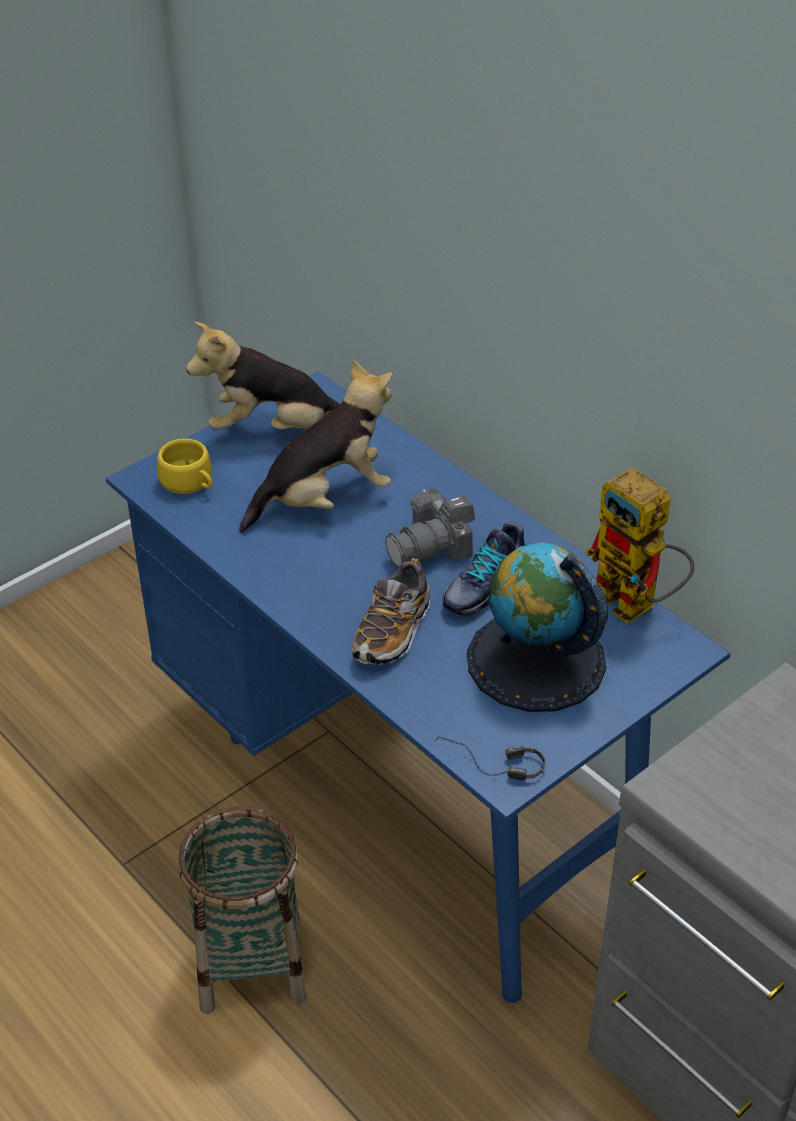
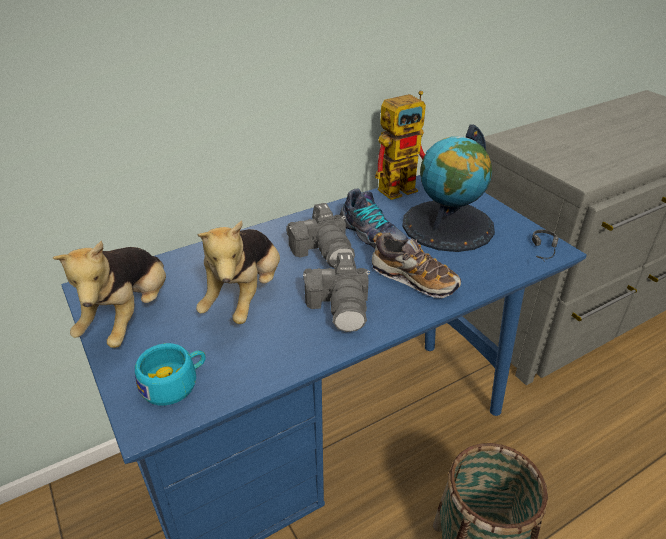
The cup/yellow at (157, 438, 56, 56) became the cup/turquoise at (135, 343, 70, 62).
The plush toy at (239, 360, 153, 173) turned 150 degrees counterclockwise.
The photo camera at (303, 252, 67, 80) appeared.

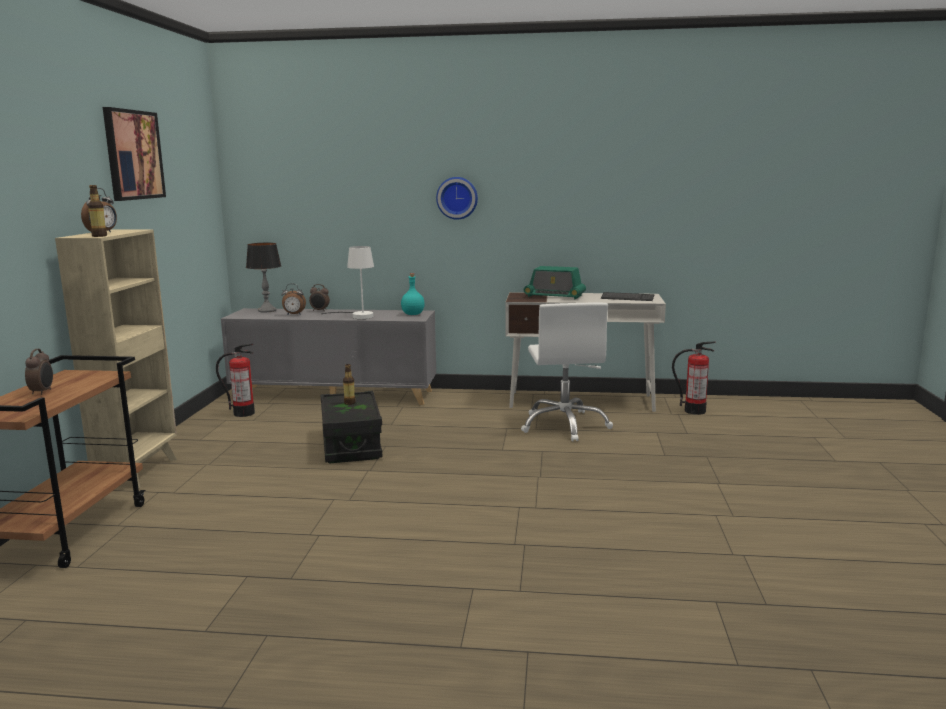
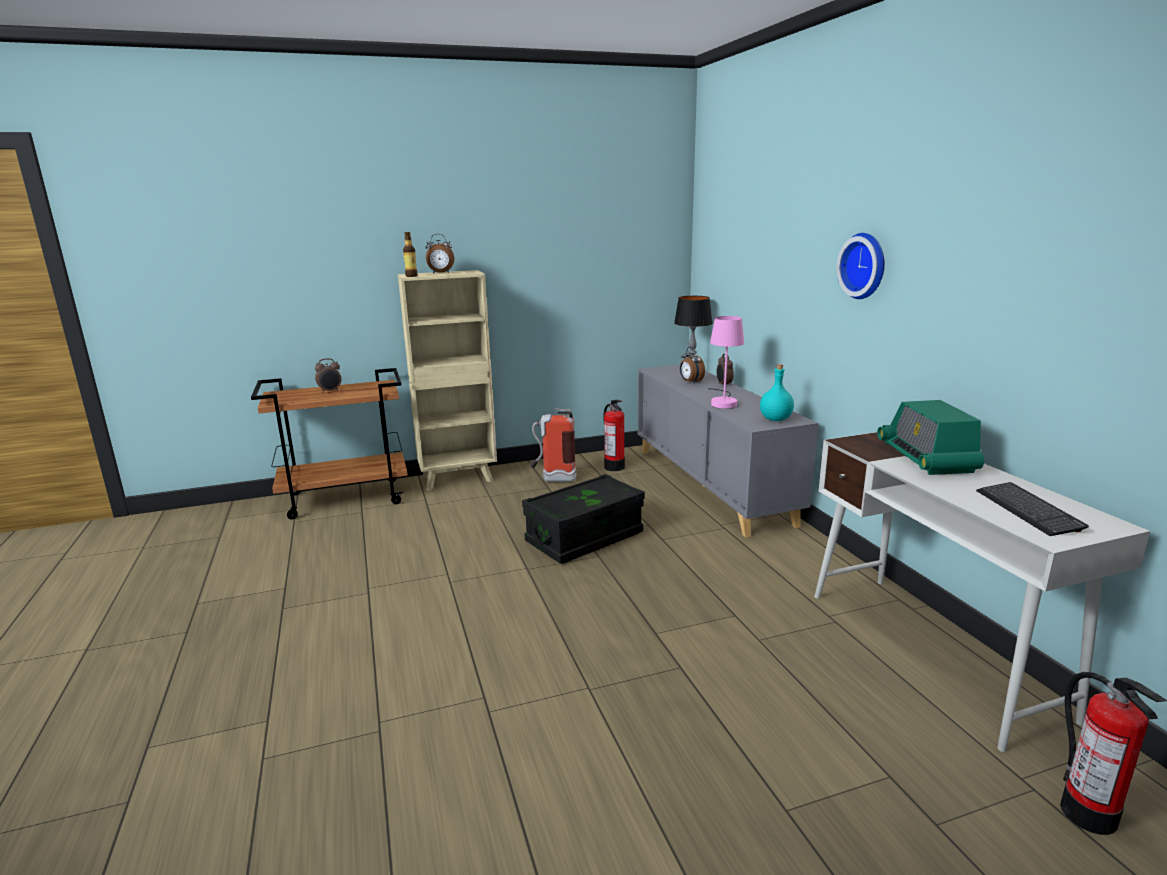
The picture at (103, 107, 63, 94) disappeared.
The table lamp/white at (321, 246, 53, 73) became the table lamp/pink at (708, 316, 36, 93).
The bottle at (343, 364, 12, 41) disappeared.
The office chair/white at (521, 303, 92, 139) disappeared.
The fire extinguisher at (529, 408, 47, 74) appeared.

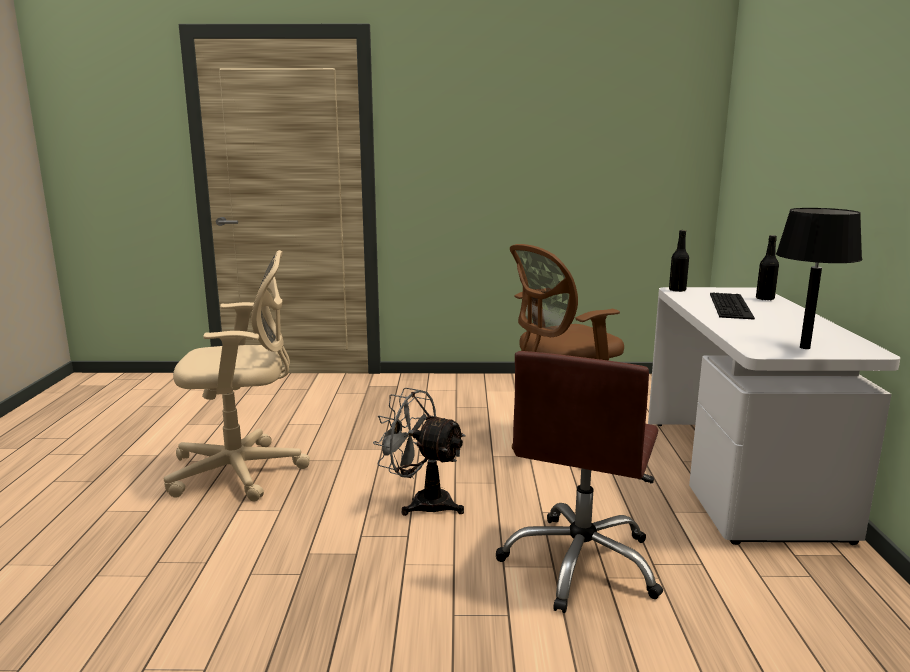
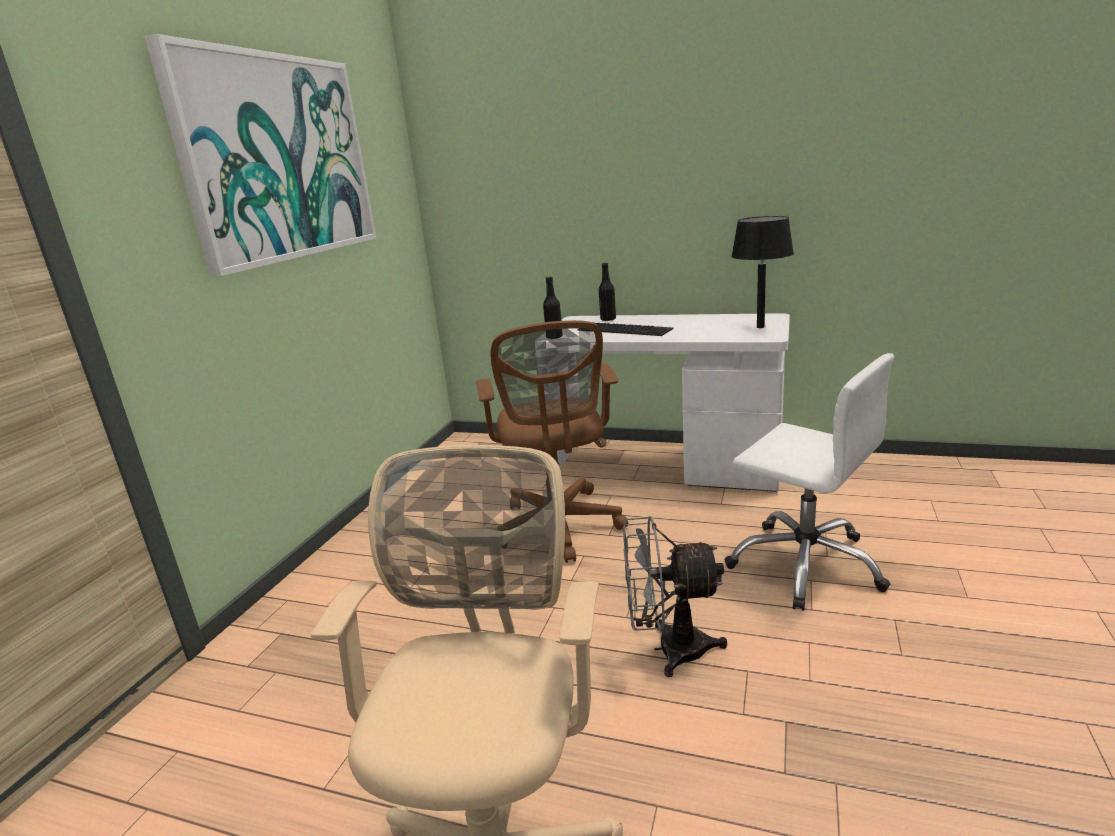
The fan/grey at (373, 388, 93, 128) turned 45 degrees clockwise.
The office chair/brown at (496, 351, 167, 262) became the office chair/white at (725, 353, 169, 258).
The picture at (145, 34, 231, 243) appeared.

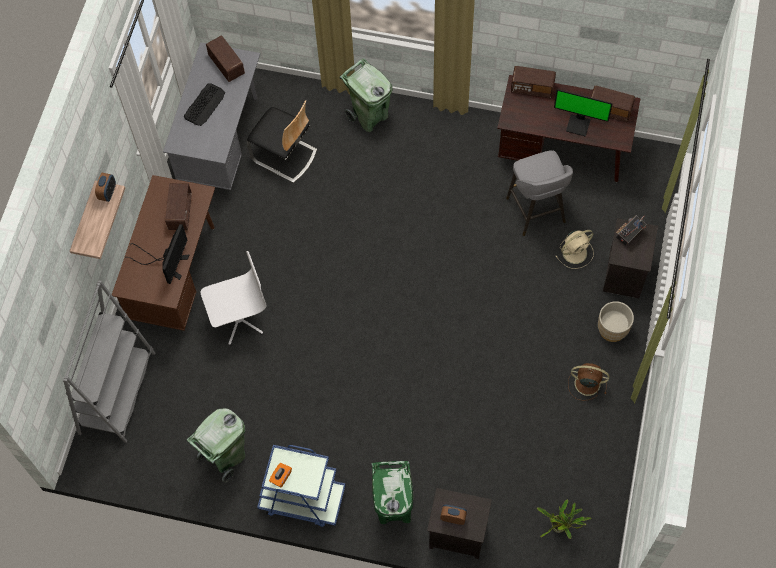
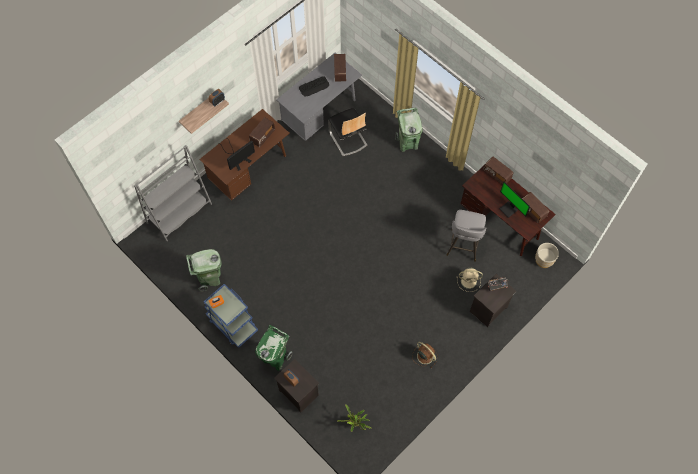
The office chair/white at (201, 251, 66, 95) disappeared.
The planter/beige moved from (598, 301, 36, 41) to (535, 243, 24, 25).

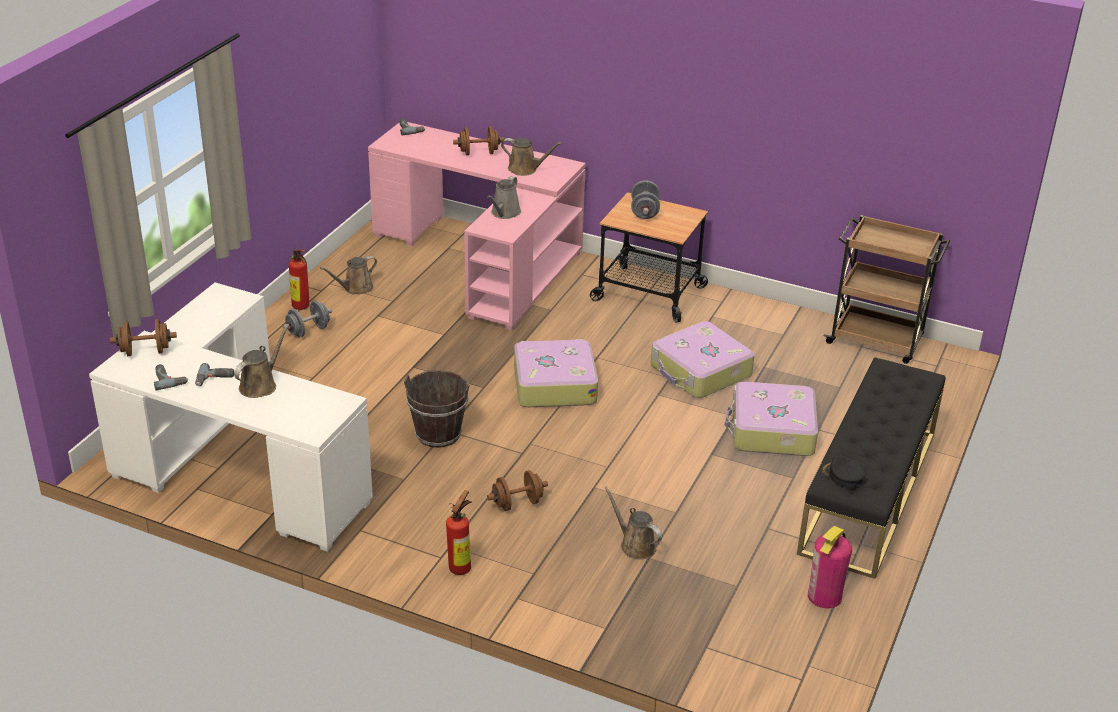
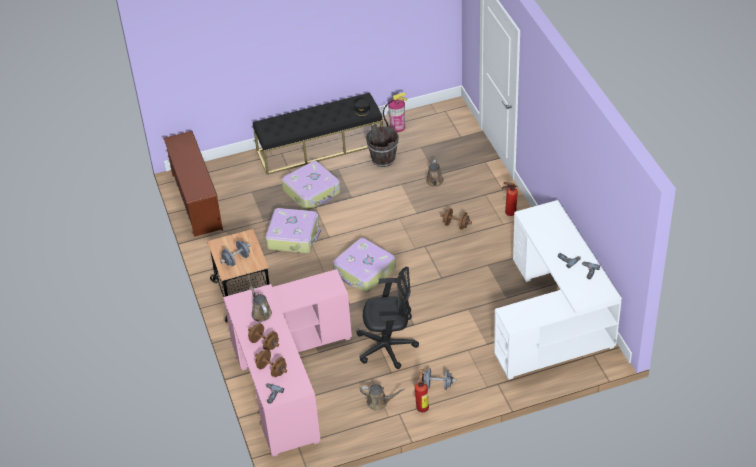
The dumbbell/brown moved from (110, 319, 67, 37) to (255, 349, 32, 28).
The watering can/brown at (234, 325, 55, 73) disappeared.
The bucket/brown moved from (404, 370, 66, 78) to (366, 124, 33, 43).
The watering can/grey at (487, 176, 34, 43) disappeared.
The cart/brown at (823, 215, 127, 149) was replaced by the shoe rack/brown at (163, 131, 60, 106).
The office chair/black at (357, 267, 62, 102) appeared.

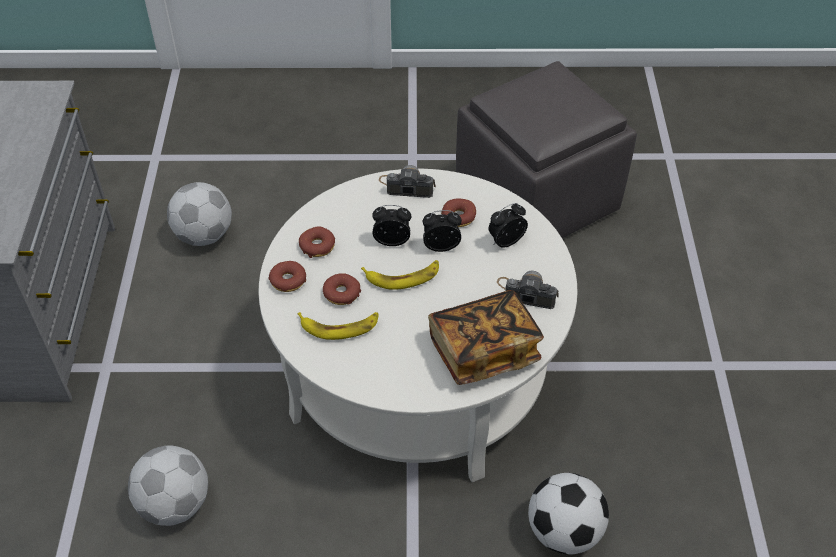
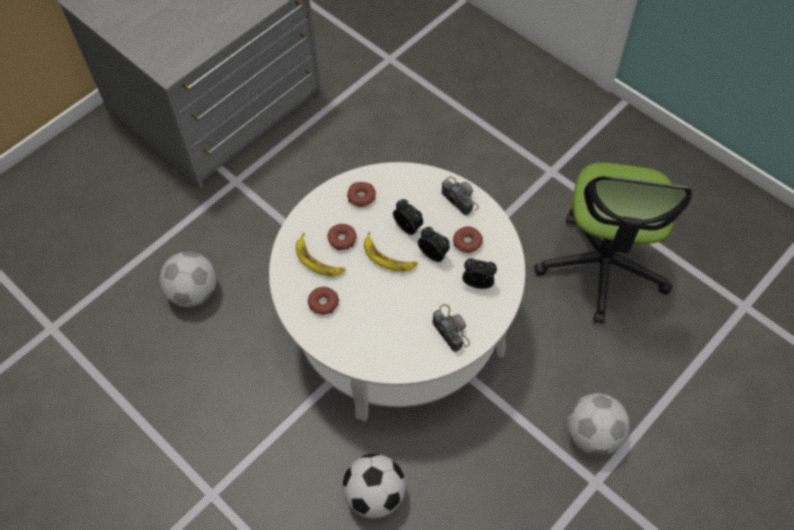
The football moved from (167, 182, 65, 64) to (567, 393, 63, 63).
The donut moved from (268, 261, 38, 31) to (308, 287, 31, 28).
The book at (428, 290, 116, 95) disappeared.
The ottoman/grey at (456, 61, 181, 177) was replaced by the office chair at (534, 162, 158, 162).

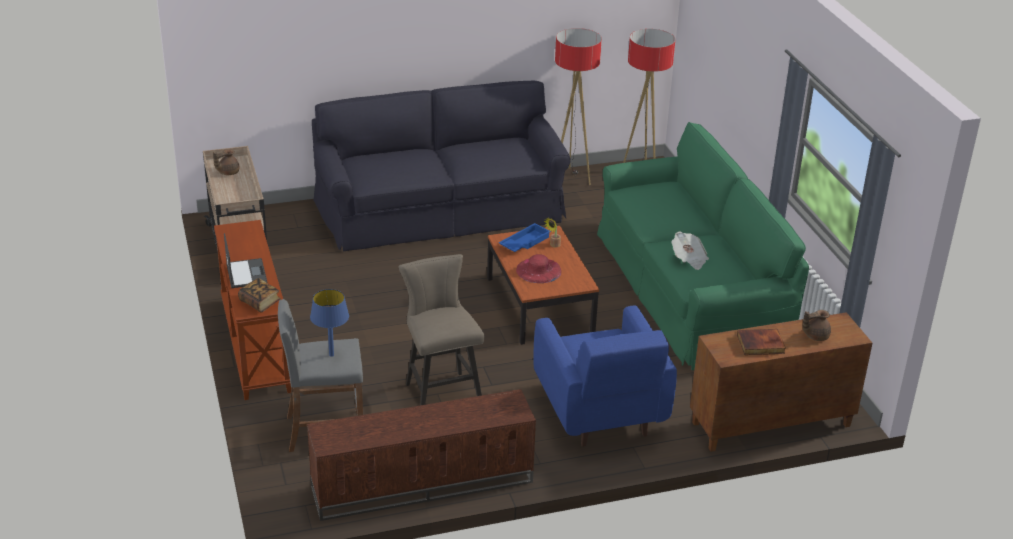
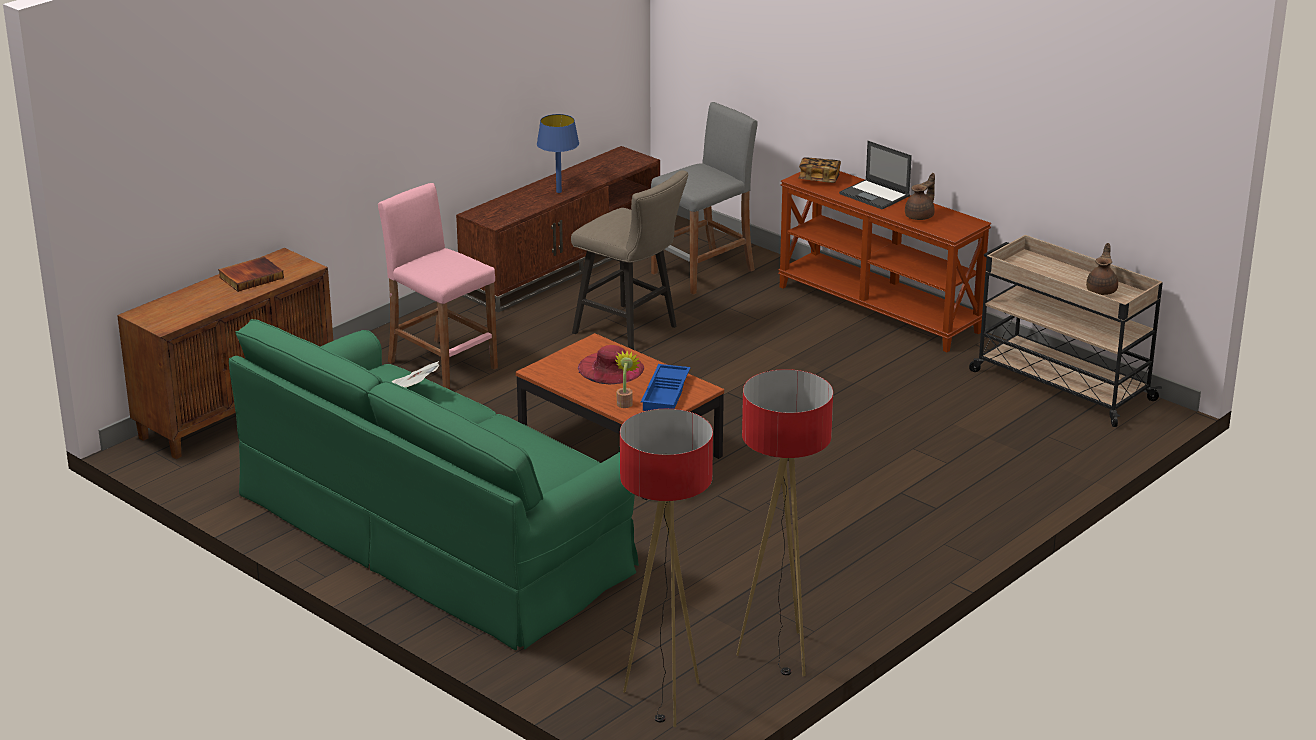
The table lamp/blue moved from (310, 289, 39, 68) to (537, 114, 42, 79).
The sofa/black at (312, 81, 259, 170) disappeared.
The armchair/blue at (534, 306, 143, 141) was replaced by the stool/pink at (378, 183, 120, 207).
The teapot/brown moved from (802, 310, 29, 31) to (905, 173, 30, 47).

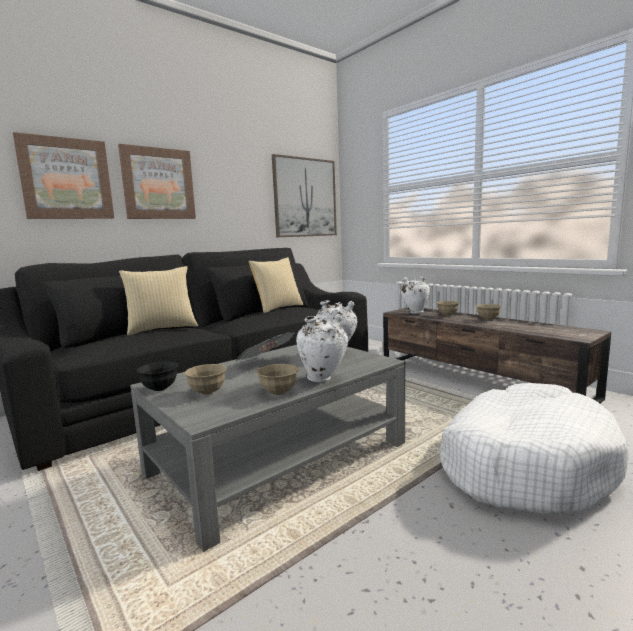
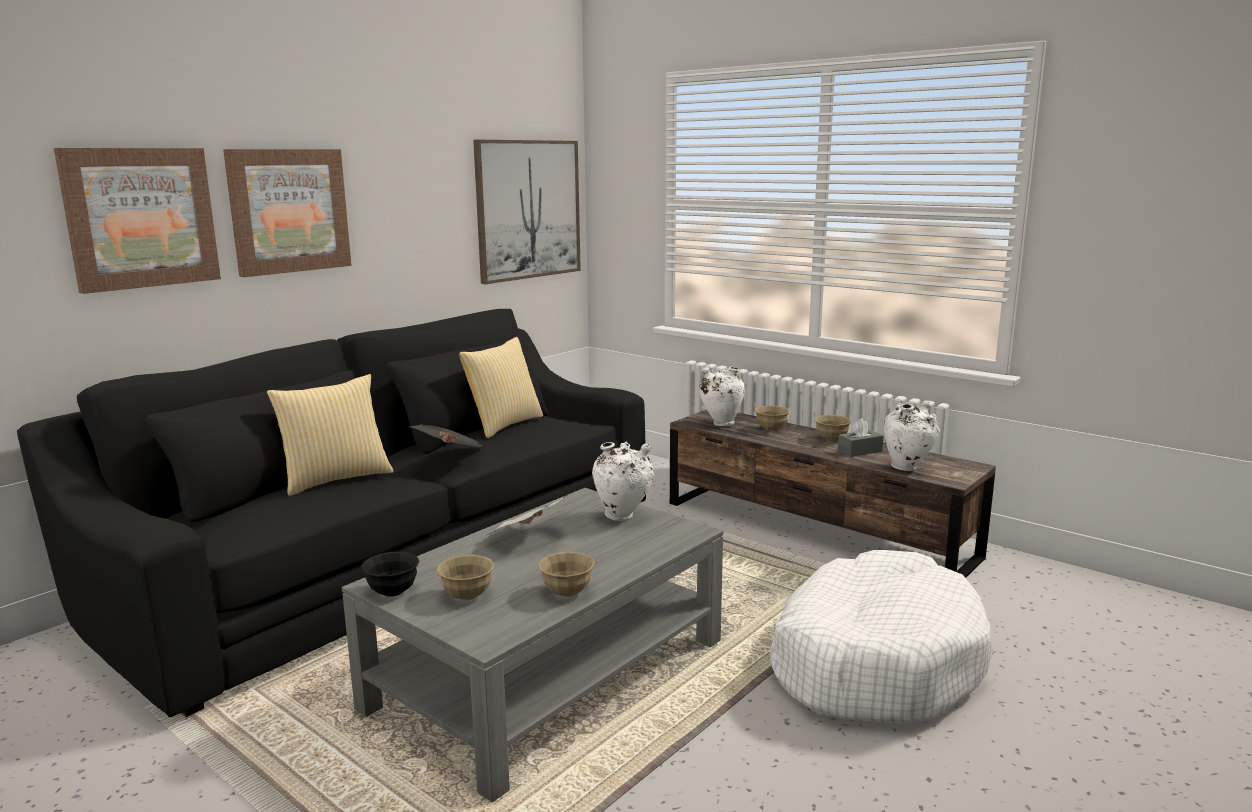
The vase/white moved from (296, 314, 52, 68) to (884, 400, 56, 71).
The newspaper at (409, 425, 74, 21) appeared.
The tissue box/grey at (838, 418, 46, 39) appeared.

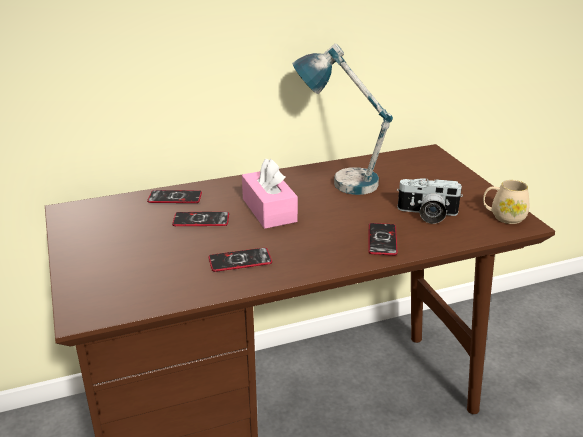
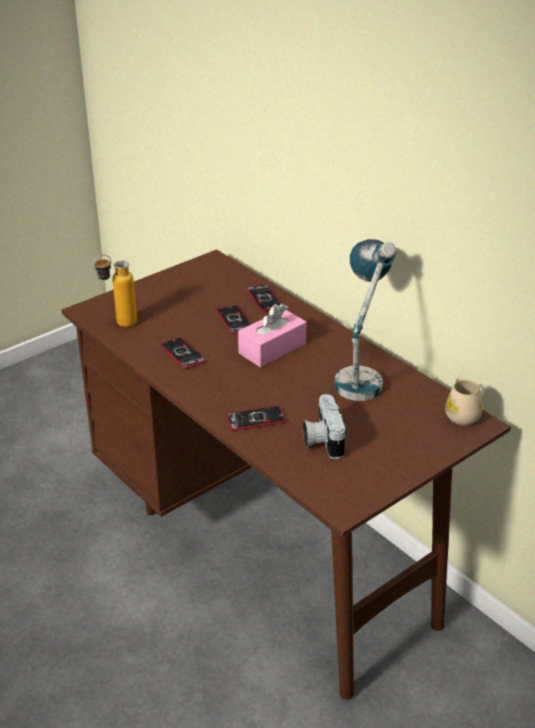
The mug/beige moved from (483, 180, 46, 44) to (445, 378, 38, 48).
The bottle at (94, 254, 43, 73) appeared.

